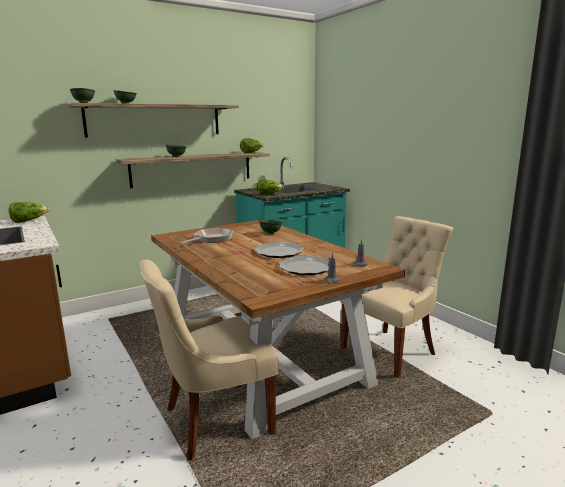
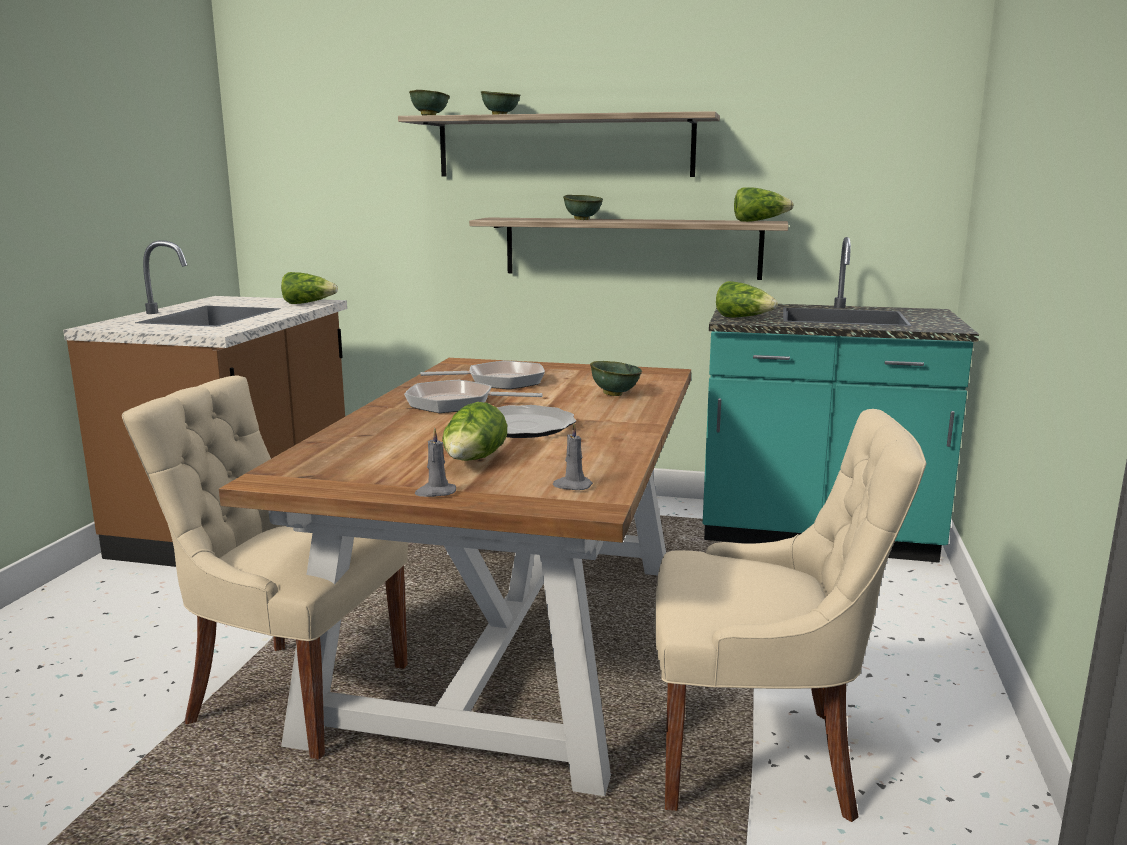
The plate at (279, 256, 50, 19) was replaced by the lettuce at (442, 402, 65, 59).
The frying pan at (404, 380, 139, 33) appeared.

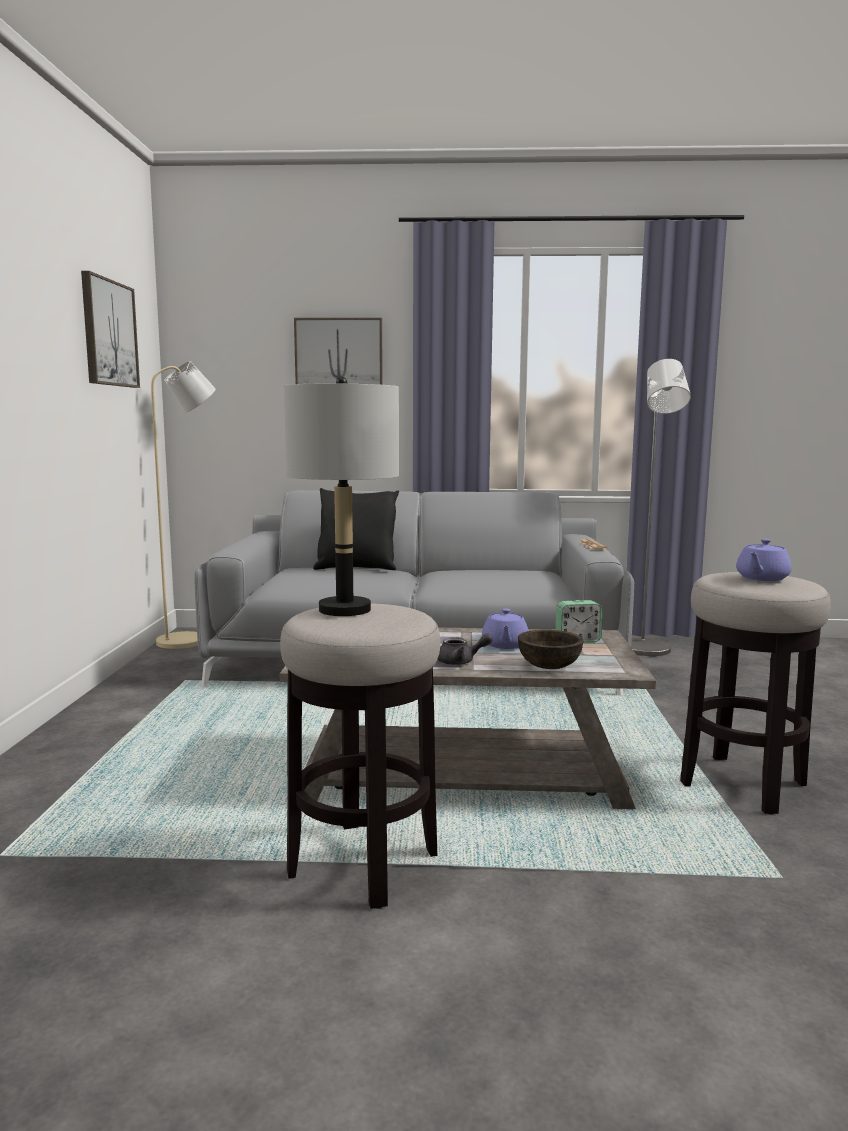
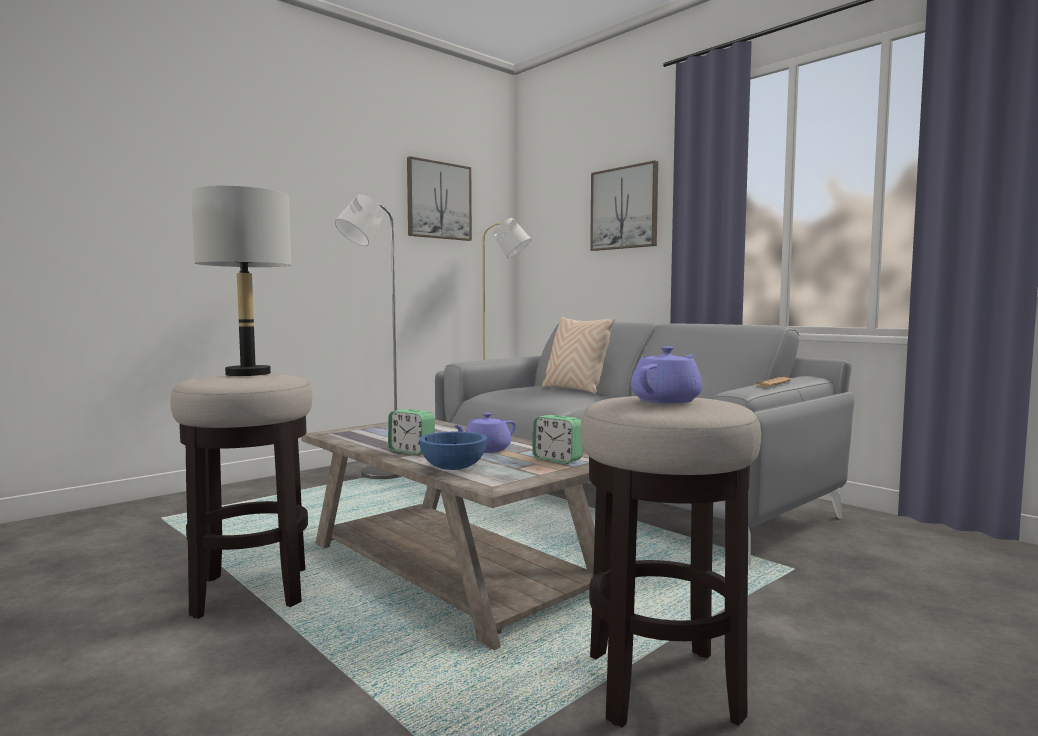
The pillow/black at (313, 488, 86, 82) became the pillow/beige at (542, 316, 73, 77).
The teapot/grey at (438, 633, 55, 32) was replaced by the alarm clock at (388, 409, 47, 46).
The bowl/brown at (518, 630, 66, 39) became the bowl/blue at (419, 431, 68, 39).
The floor lamp/grey moved from (631, 359, 60, 297) to (335, 194, 67, 285).
The teapot/purple at (736, 539, 56, 42) turned 135 degrees clockwise.

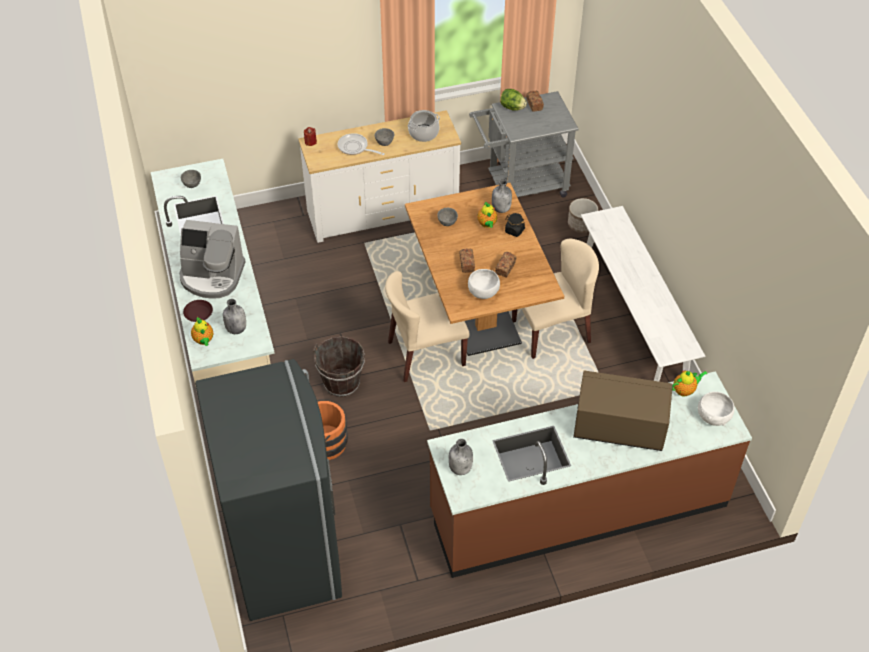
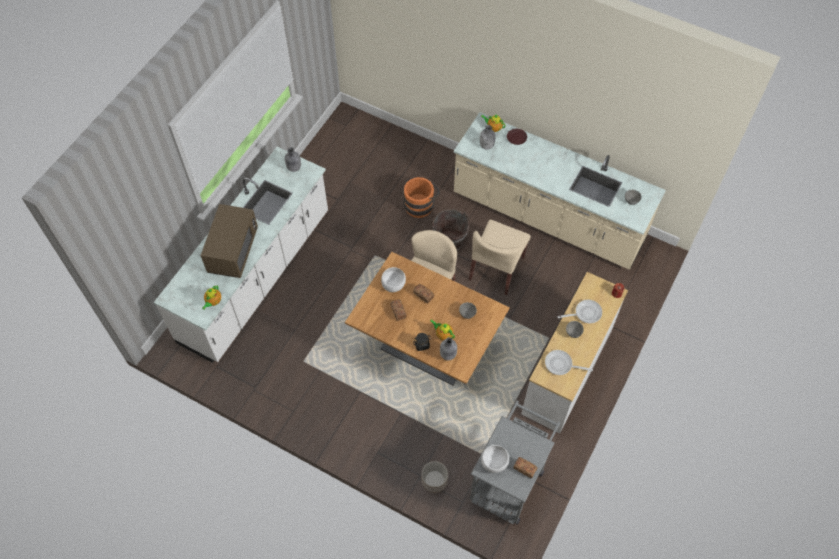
The coffee machine at (179, 220, 67, 79) disappeared.
The fridge/grey at (195, 359, 147, 262) disappeared.
The cooking pot at (407, 110, 33, 32) was replaced by the frying pan at (545, 350, 48, 25).
The counter/brown at (427, 371, 325, 207) became the counter/white at (154, 147, 174, 216).
The lettuce at (500, 89, 27, 22) disappeared.
The chair/beige moved from (512, 239, 87, 120) to (469, 220, 62, 75).
The microwave/brown at (573, 370, 100, 81) turned 45 degrees counterclockwise.
The bench/white at (581, 206, 124, 175) disappeared.
The bowl/white moved from (698, 392, 37, 34) to (481, 444, 28, 29).

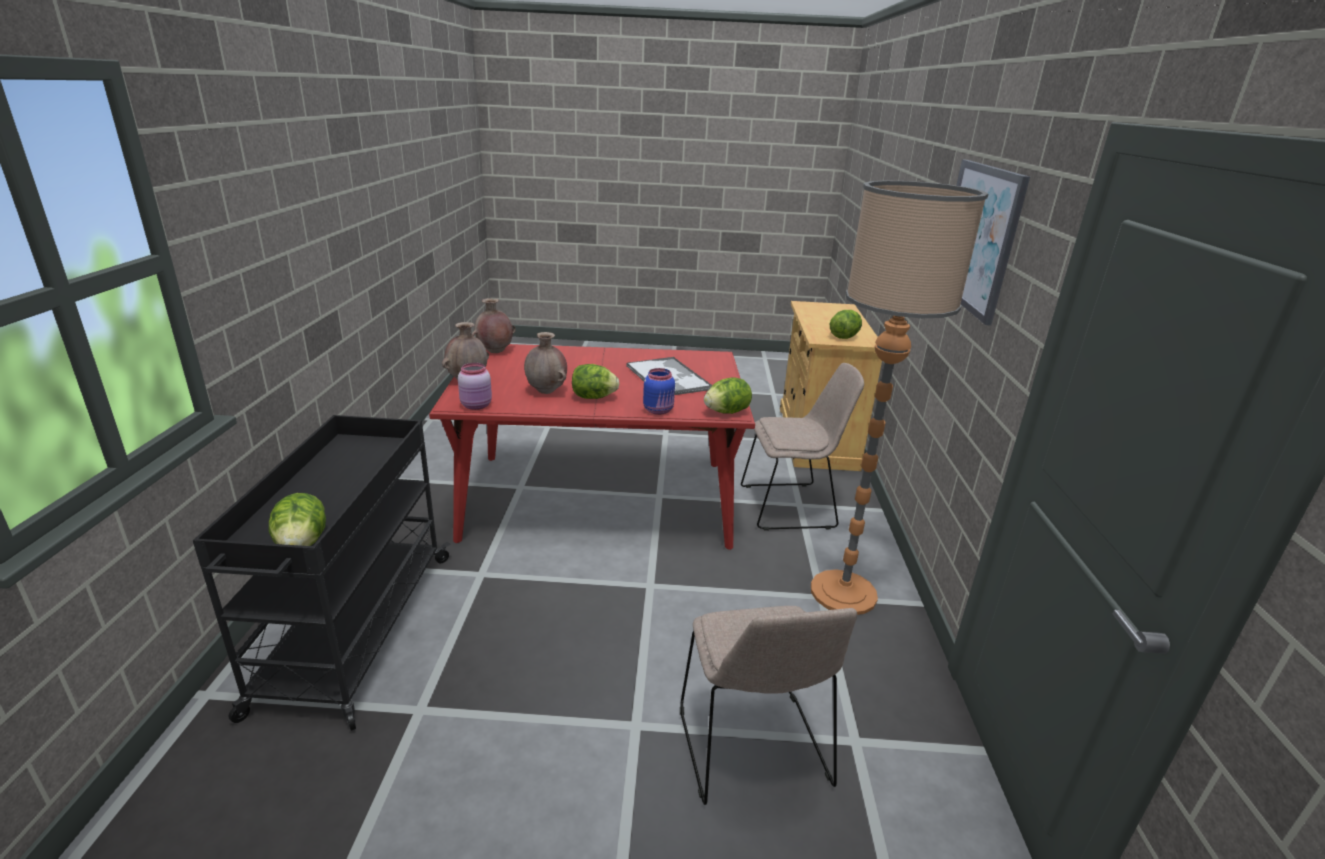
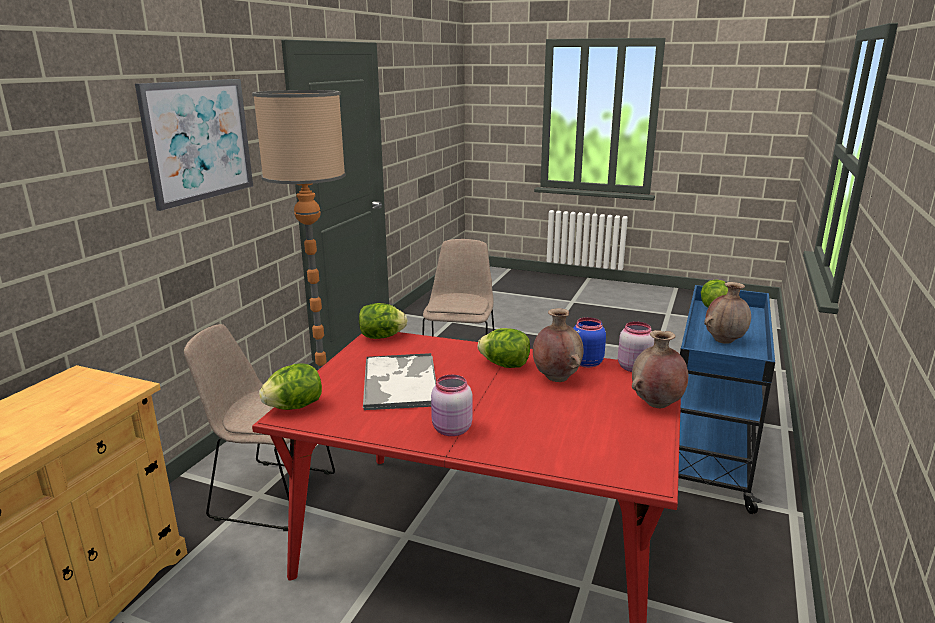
The cart/black at (193, 415, 258, 316) became the cart/blue at (678, 285, 97, 229).
The vase/brown moved from (472, 298, 44, 55) to (704, 282, 47, 61).
The jar/blue moved from (643, 368, 32, 47) to (573, 317, 33, 51).
The lettuce moved from (830, 310, 32, 29) to (259, 363, 63, 47).
The jar/pink at (431, 375, 42, 61) appeared.

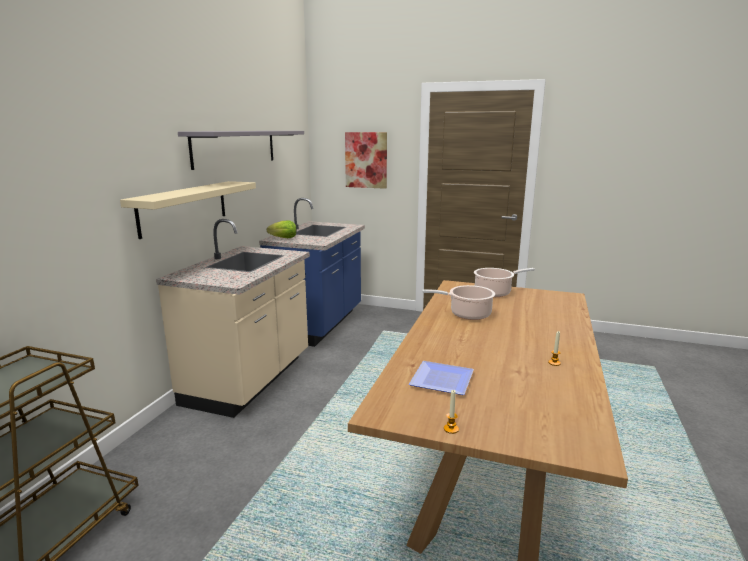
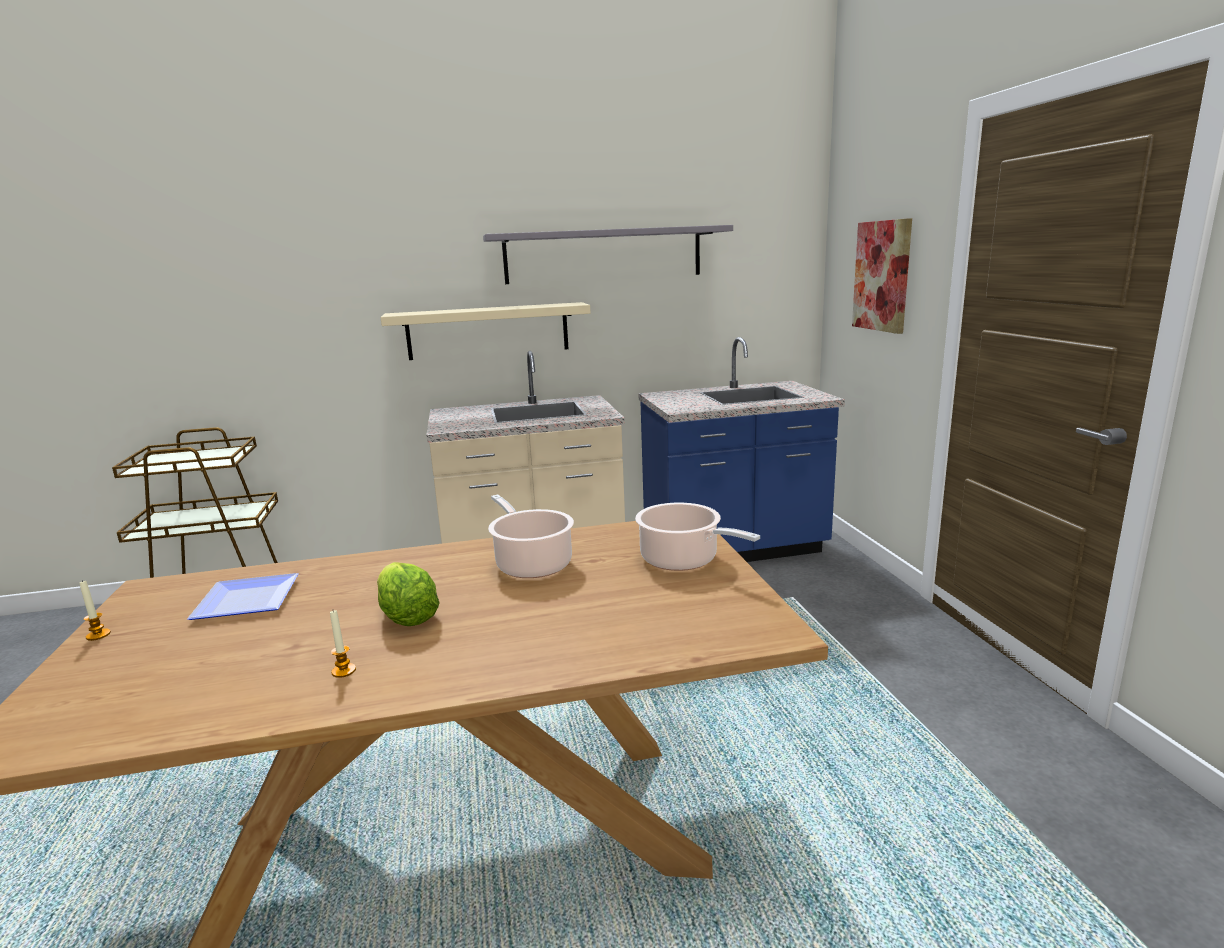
The lettuce moved from (267, 220, 30, 18) to (377, 562, 63, 64).

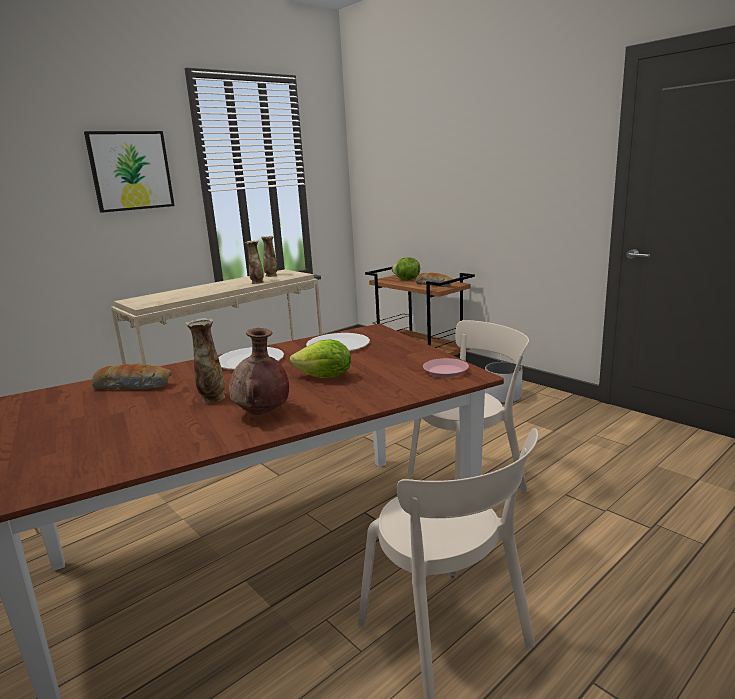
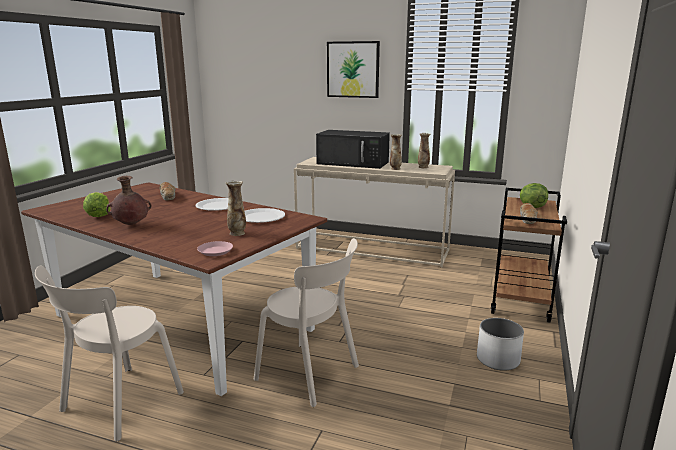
The vase moved from (185, 318, 40, 85) to (226, 181, 20, 55).
The lettuce moved from (290, 339, 61, 39) to (83, 192, 28, 25).
The microwave/black at (316, 130, 74, 39) appeared.

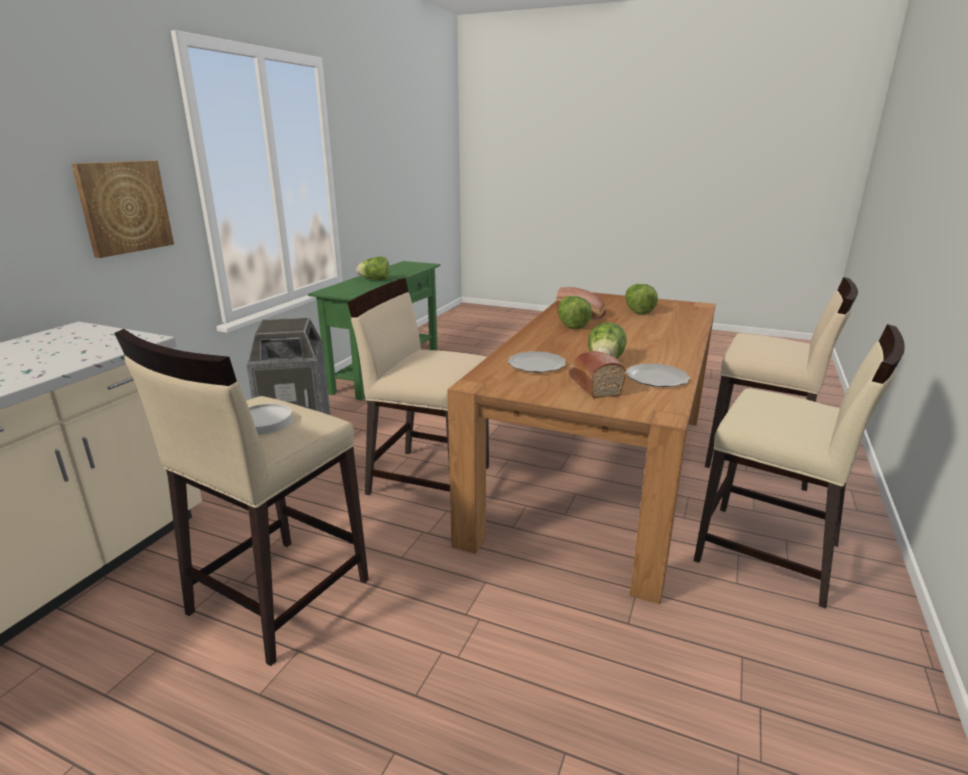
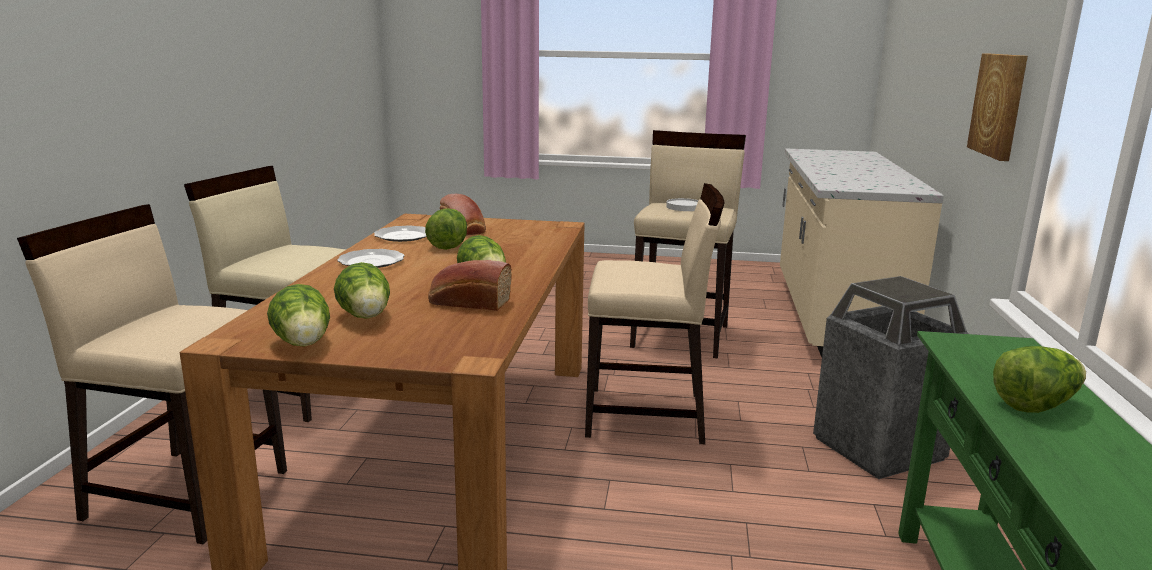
The plate moved from (508, 351, 58, 22) to (337, 249, 68, 19).
The lettuce at (267, 284, 63, 62) appeared.

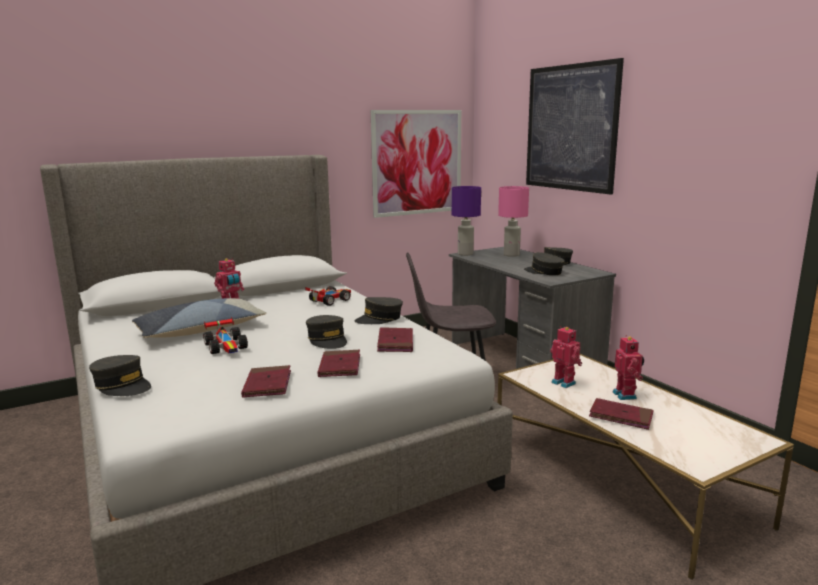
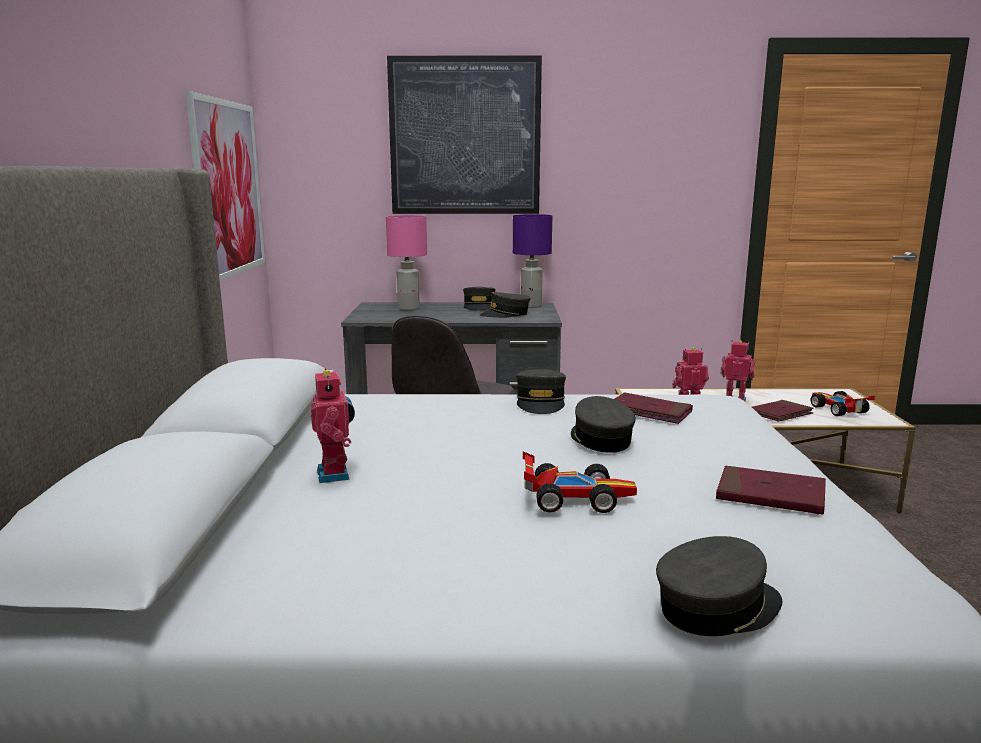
The pillow at (132, 298, 134, 40) disappeared.
The toy car moved from (305, 286, 46, 20) to (811, 391, 64, 25).
The cap/grey at (306, 315, 41, 34) turned 105 degrees counterclockwise.
The book/red at (318, 350, 42, 27) disappeared.
The table lamp/purple moved from (452, 186, 29, 70) to (513, 214, 39, 94).

